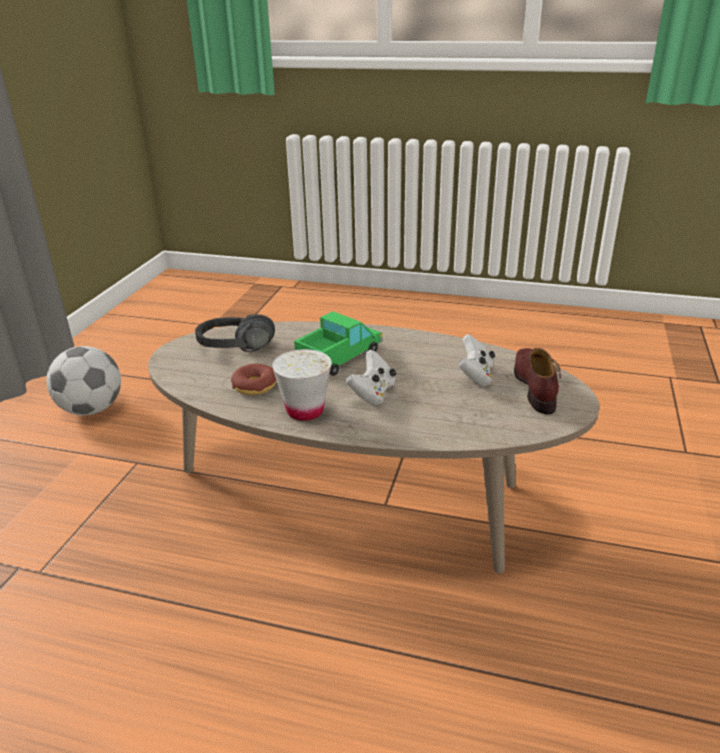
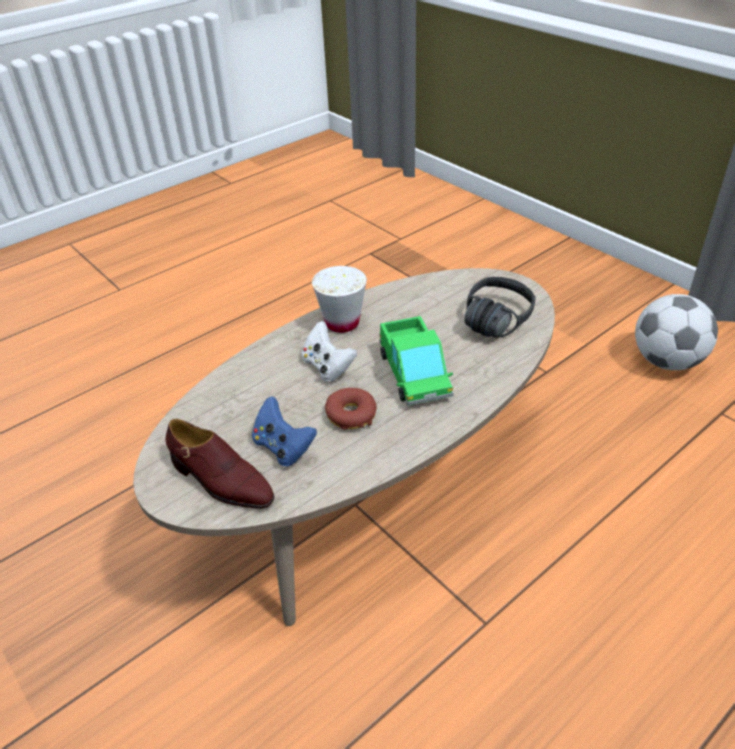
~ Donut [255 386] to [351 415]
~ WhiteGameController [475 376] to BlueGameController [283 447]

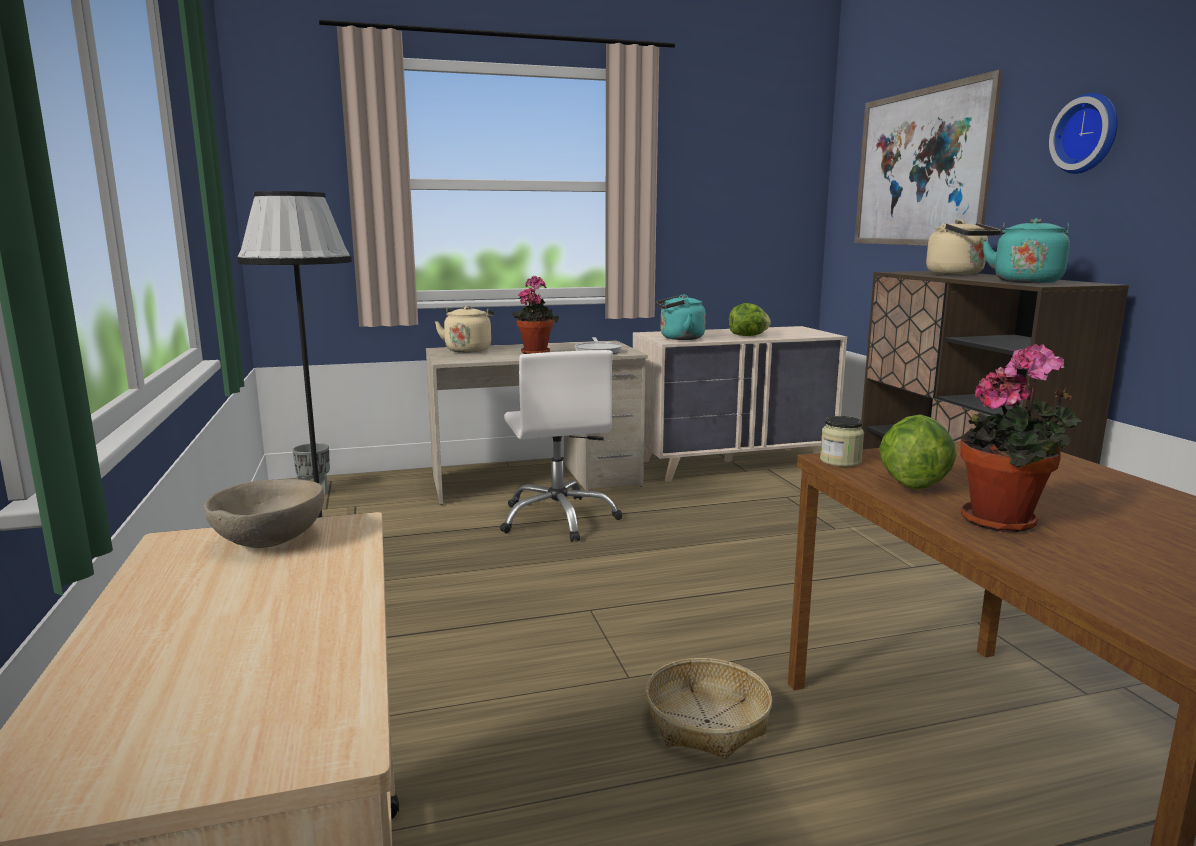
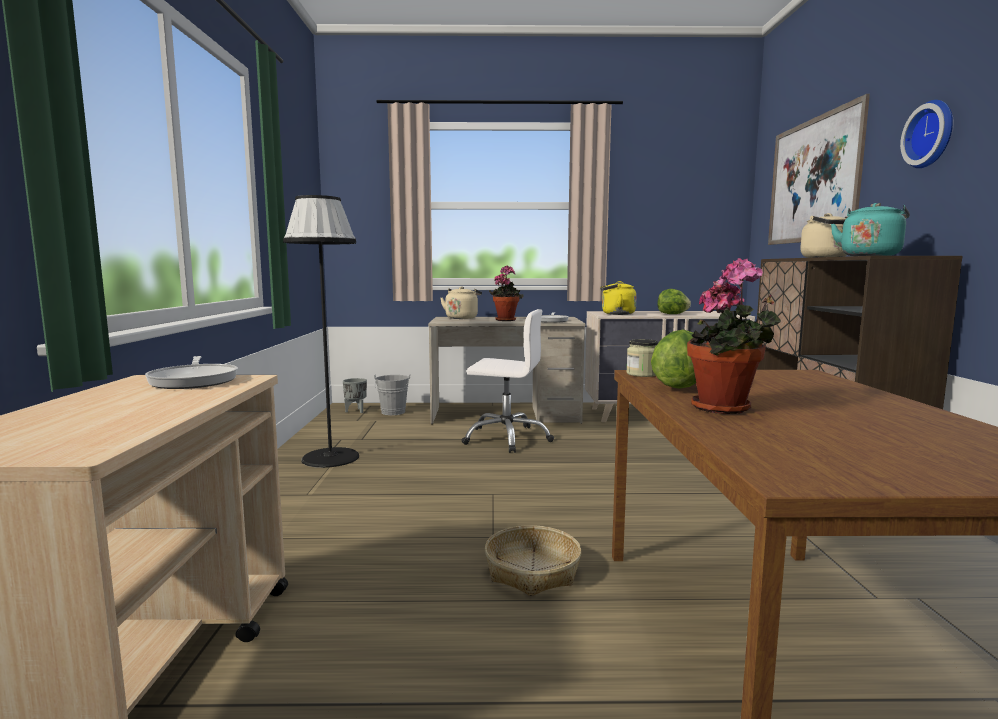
+ GreyBucket [393 413]
~ BeigeBowl [270 540] to FryingPan [194 380]
~ TurquoiseKettle [679 338] to YellowKettle [615 314]
~ WhiteOfficeChair [558 518] = [507 438] 75 degrees counterclockwise

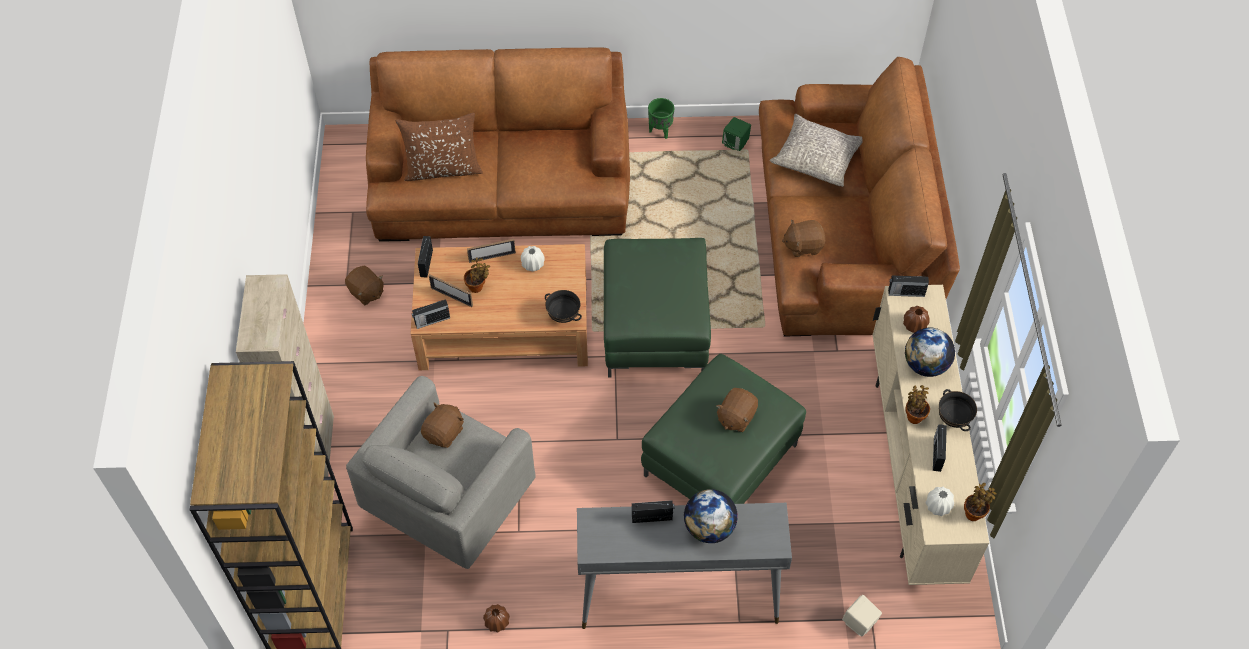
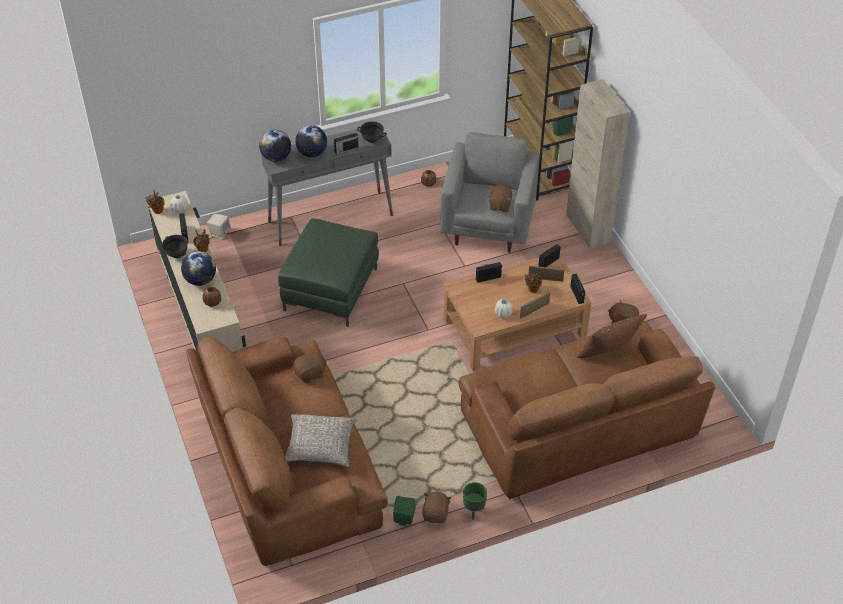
- GreenOttoman [654 327]
+ Globe [276 157]
~ BlackBowl [563 316] to [372 140]
~ BrownPlushToy [736 417] to [436 514]
~ Radio [905 293] to [488 278]

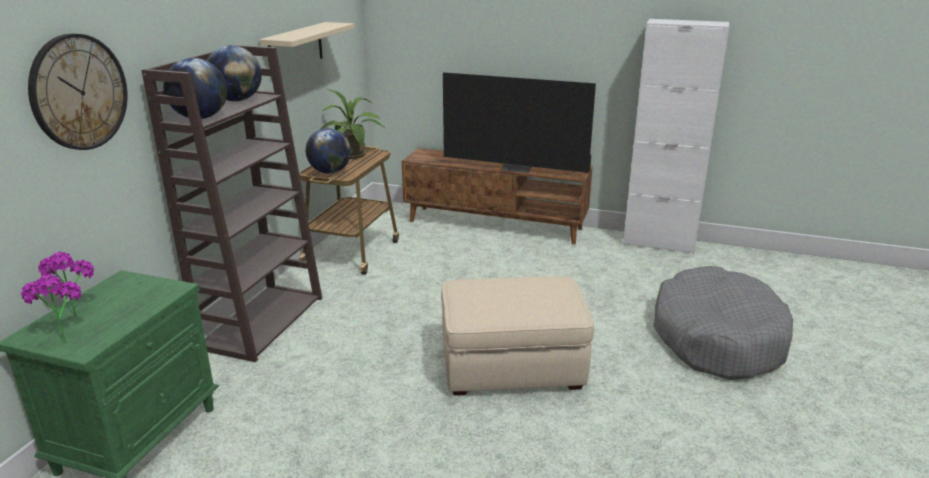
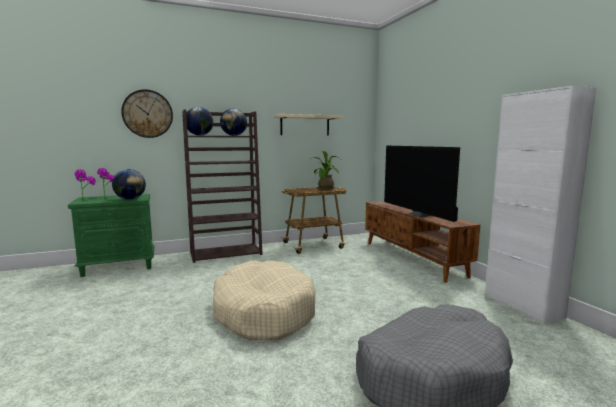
~ Globe [330 172] to [130 199]
~ BeigeOttoman [513 367] to BeigeDogBed [263 312]

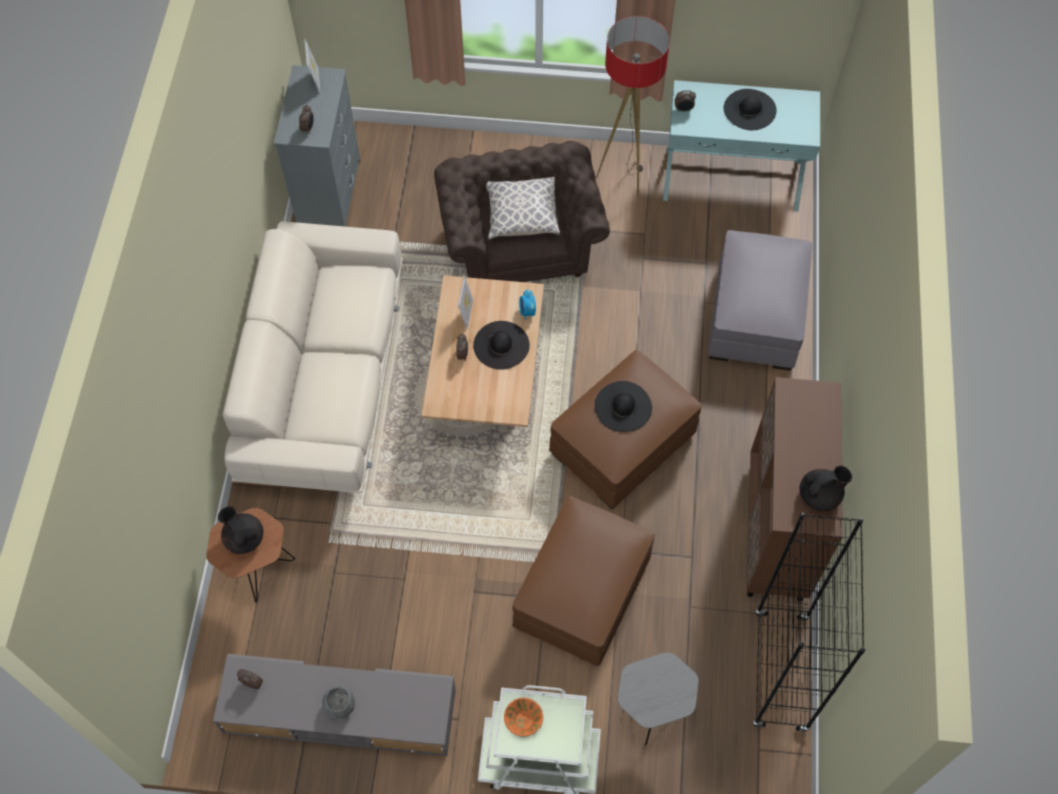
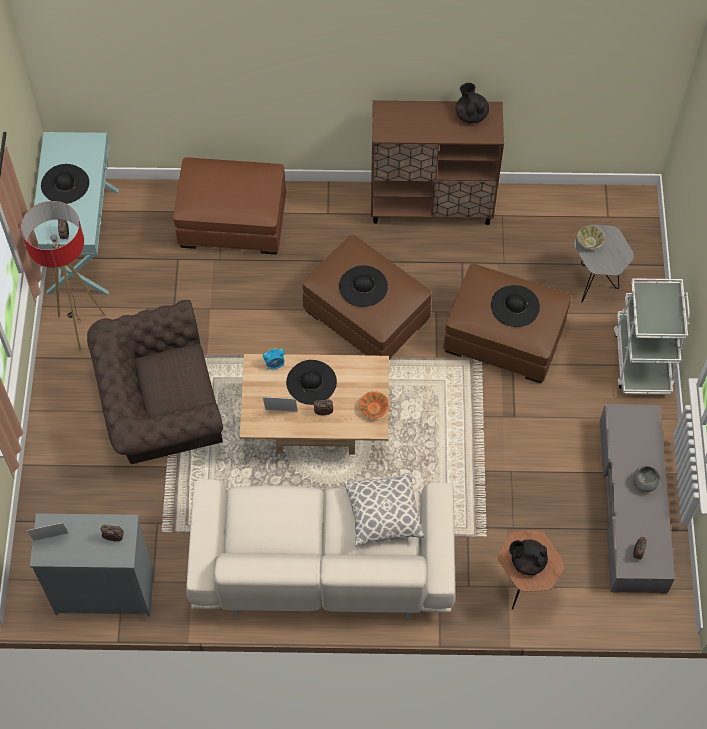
- BlackBookcase [780 671]
+ BlackHat [515 306]
+ BeigeBowl [589 242]
~ Pillow [521 216] to [383 515]
~ OrangeBowl [523 720] to [374 409]
~ GreyOttoman [754 318] to BrownOttoman [233 221]
~ BlackTeapot [244 538] = [527 561] 60 degrees clockwise

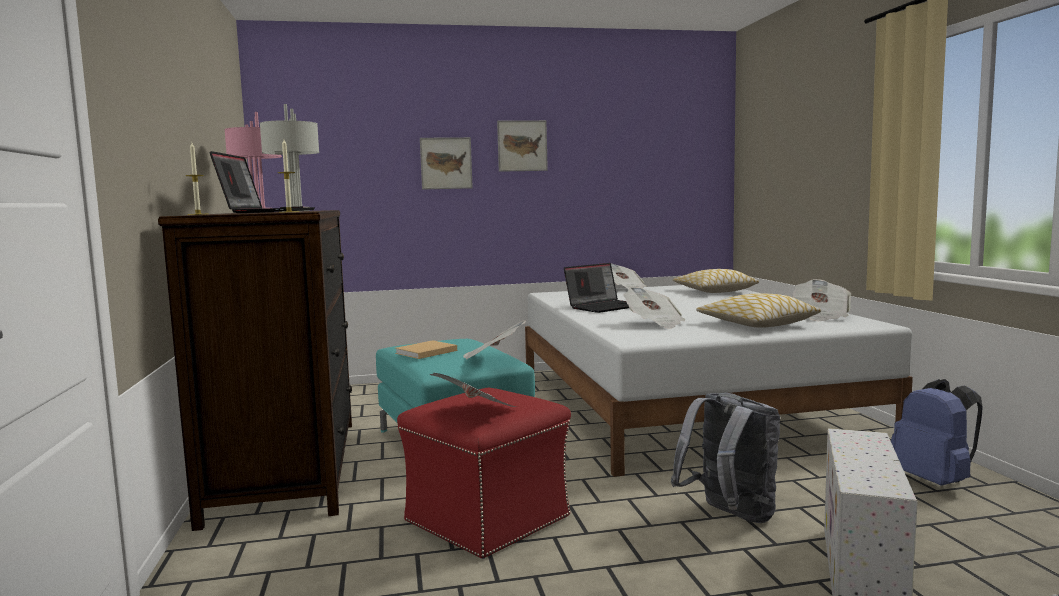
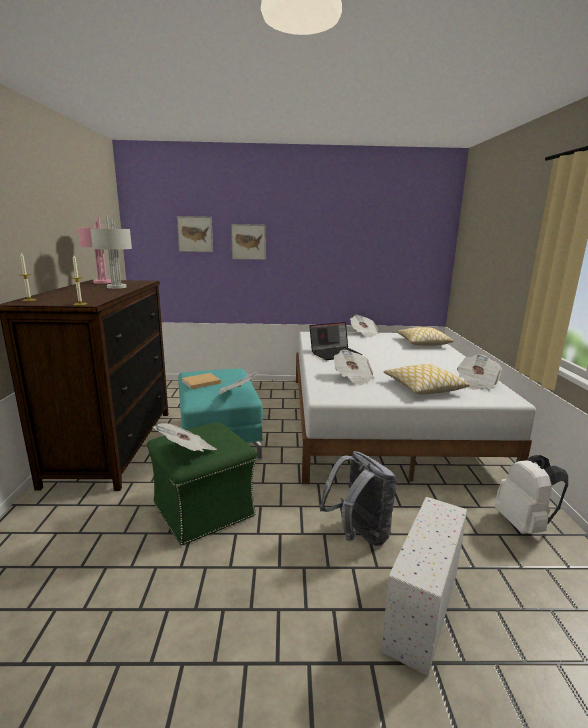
- Laptop [267 212]
~ Picture [522 146] to [195 234]
~ RedOttoman [488 518] to GreenOttoman [204 509]
~ BlueBackpack [935 481] to WhiteBackpack [523 524]

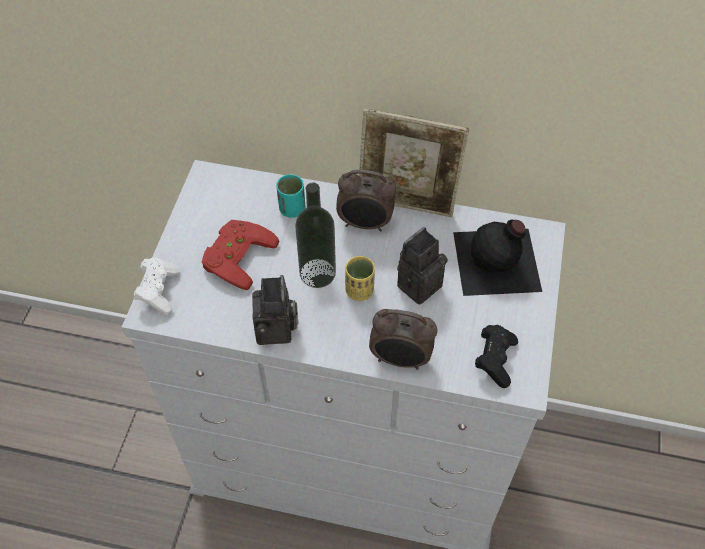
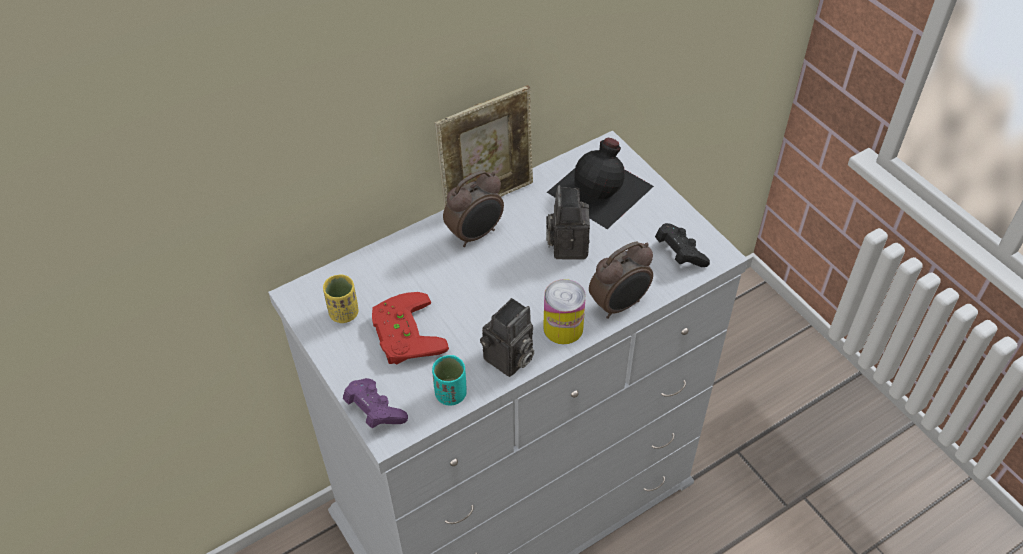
- Bottle [317 273]
+ Can [563 328]
~ TurquoiseCup [292 209] to [451 394]
~ YellowCup [359 291] to [344 313]
~ WhiteGameController [159 291] to PurpleGameController [374 411]
~ PhotoCamera [277 331] = [508 360] 90 degrees clockwise

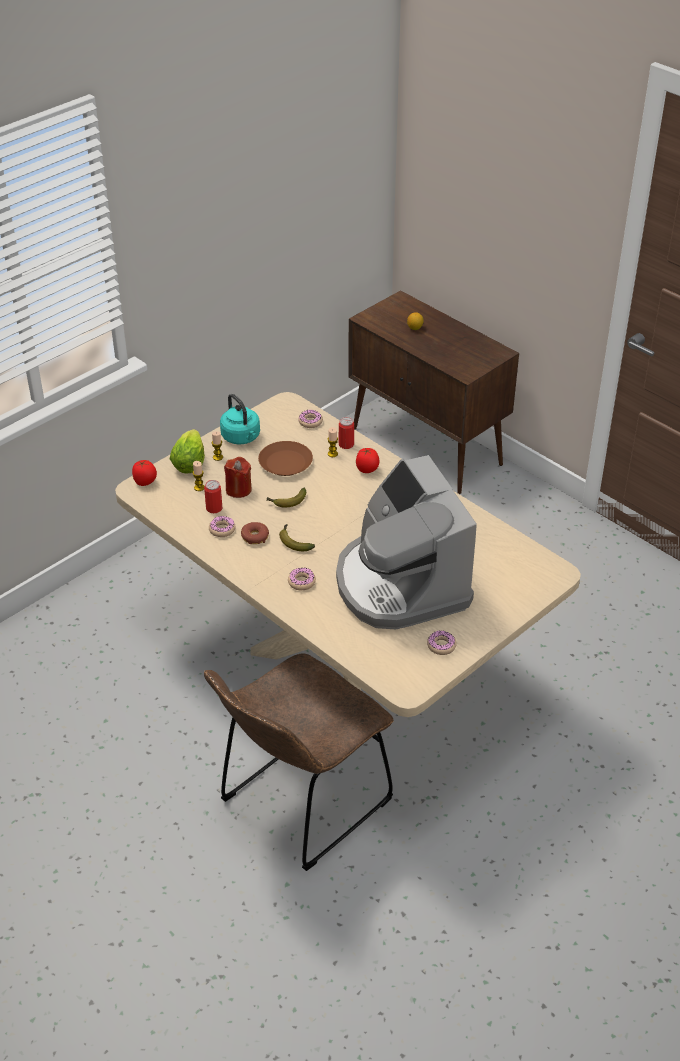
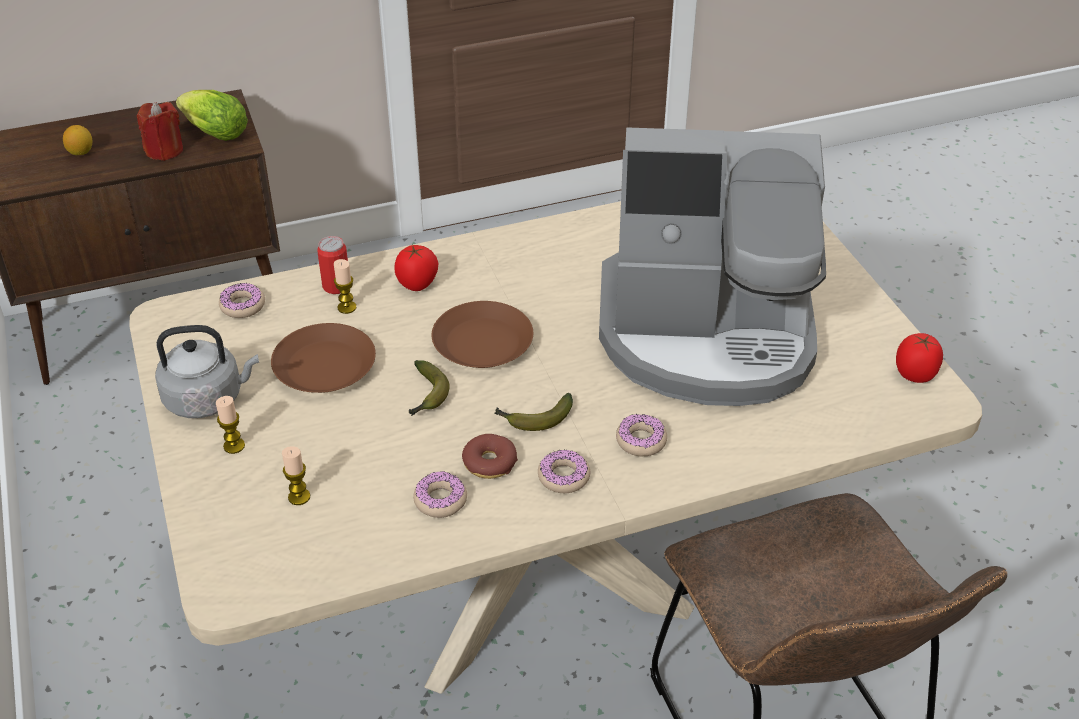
- Can [214 508]
+ BrownPlate [484 343]
~ Tomato [145 482] to [915 374]
~ Lettuce [190 462] to [212 133]
~ RedCandle [238 489] to [164 150]
~ Donut [441 646] to [563 477]
~ TurquoiseKettle [242 438] to GreyKettle [208 399]

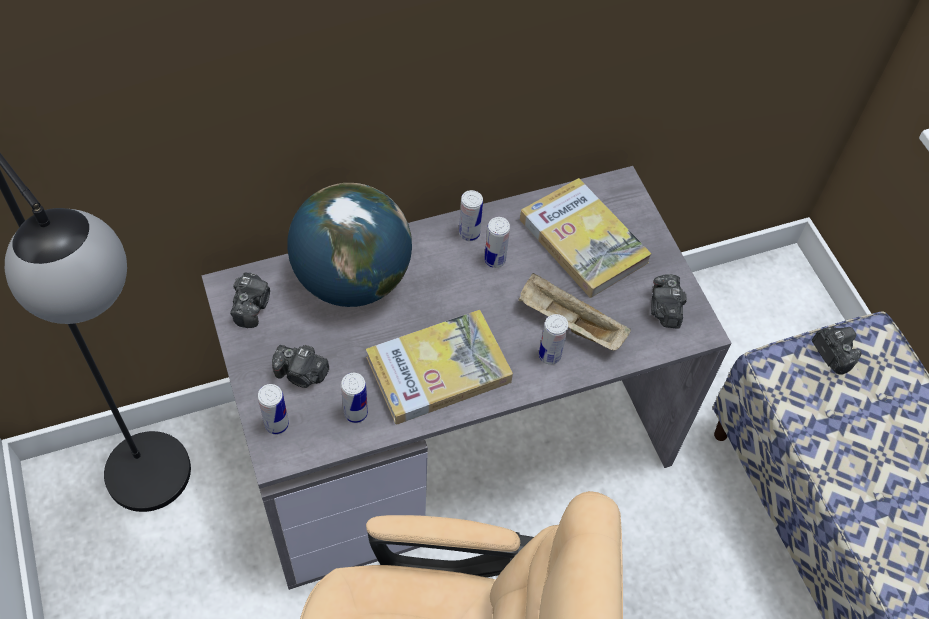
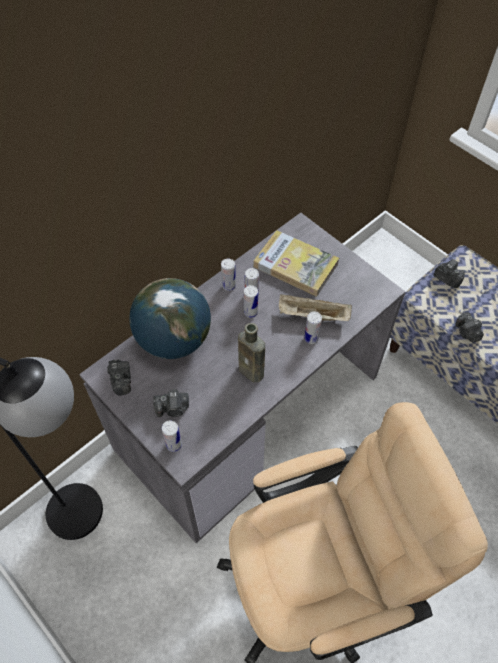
~ Can [356 413] to [250 312]
~ PhotoCamera [664 310] to [467 333]
~ Book [438 370] to BrownBottle [252 372]

